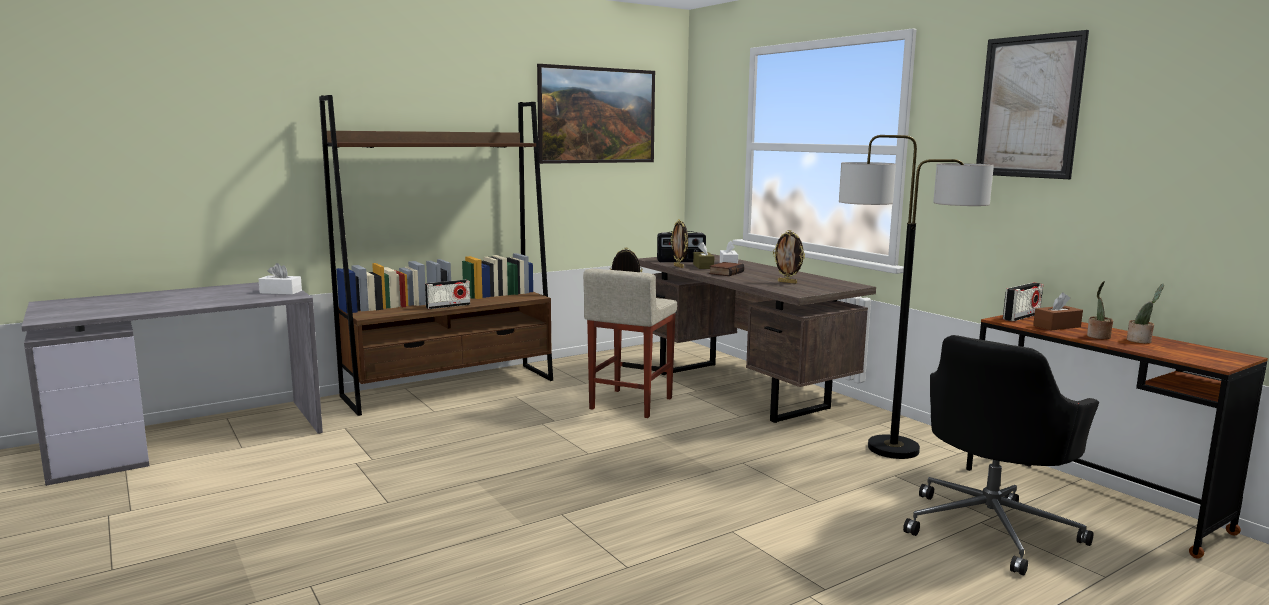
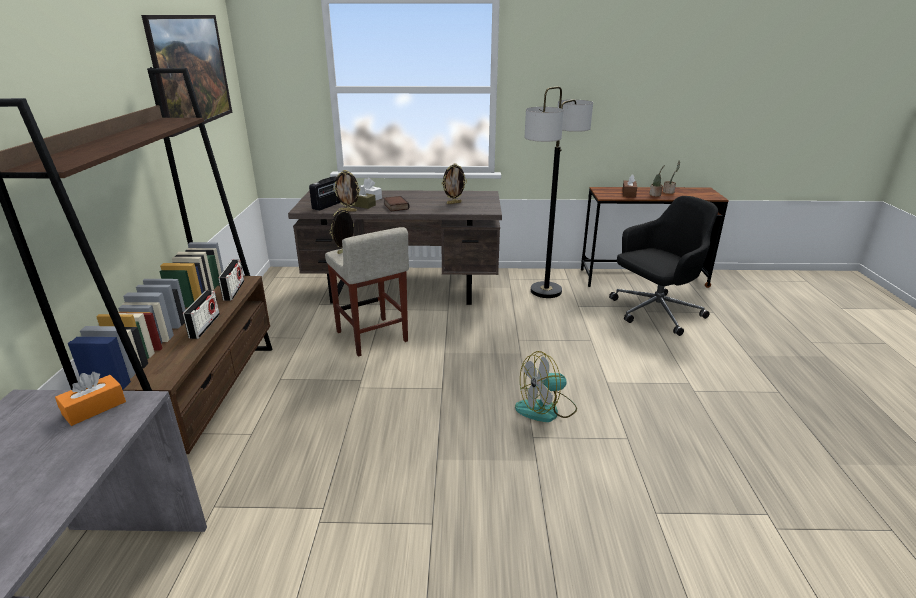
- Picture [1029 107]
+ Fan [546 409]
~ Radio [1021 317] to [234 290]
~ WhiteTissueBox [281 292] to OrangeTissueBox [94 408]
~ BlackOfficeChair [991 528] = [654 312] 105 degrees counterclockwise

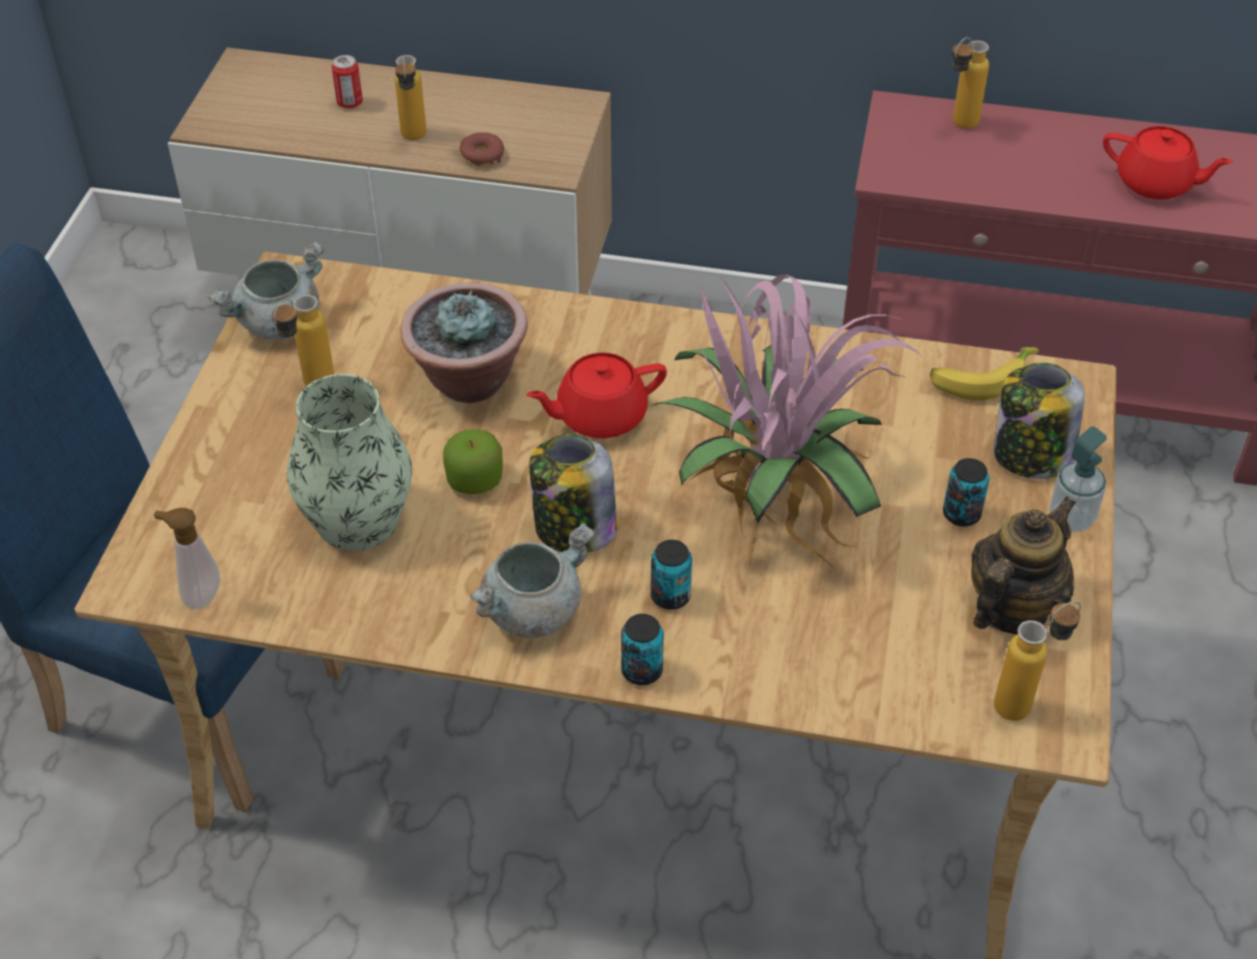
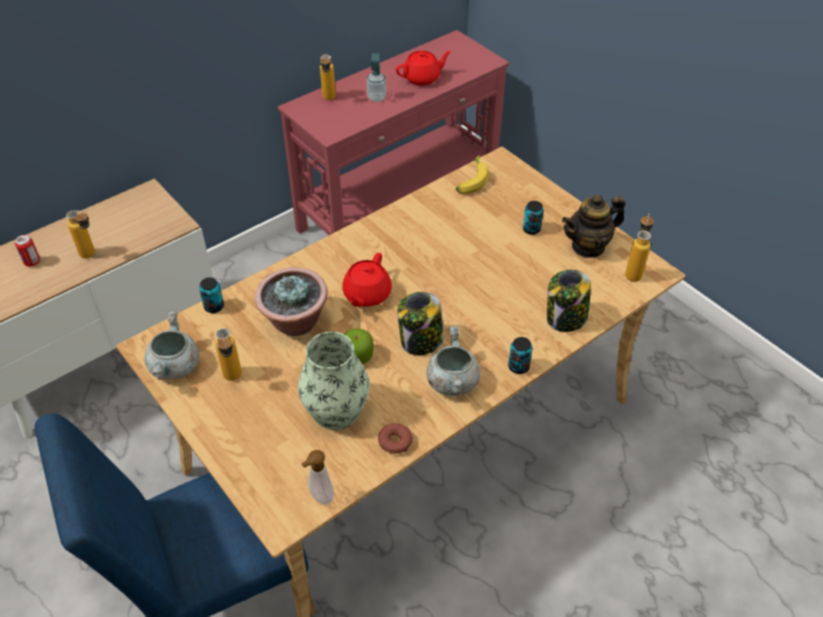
- PottedPlant [770 500]
~ Donut [482 156] to [395 442]
~ Can [670 596] to [214 307]
~ Jar [1030 456] to [565 318]
~ SoapDispenser [1071 518] to [376 98]
~ Teapot [1011 608] = [588 246] 105 degrees counterclockwise

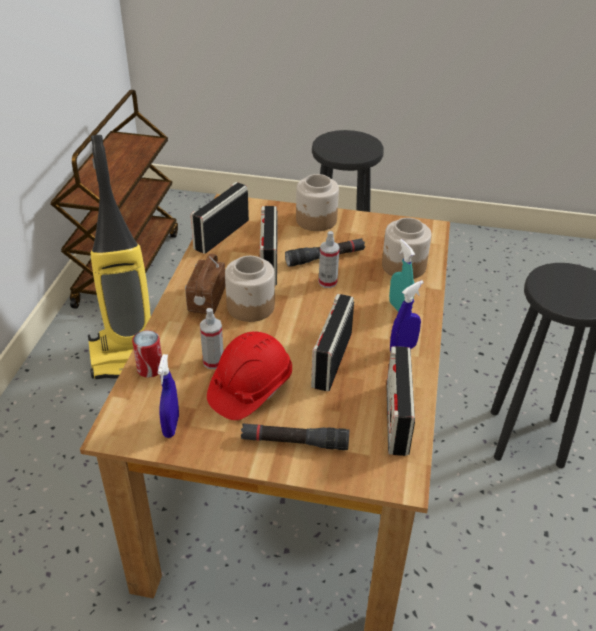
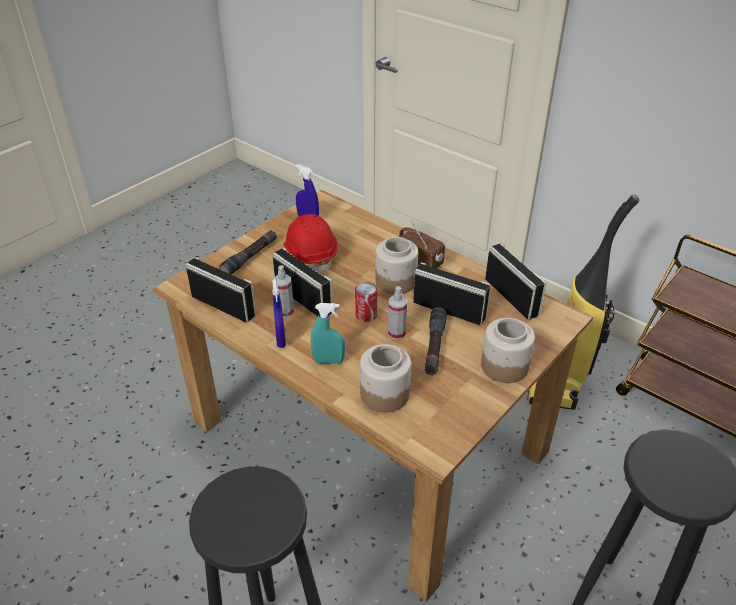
~ Can [150 369] to [366 315]
~ SprayBottle [213 362] to [285 312]

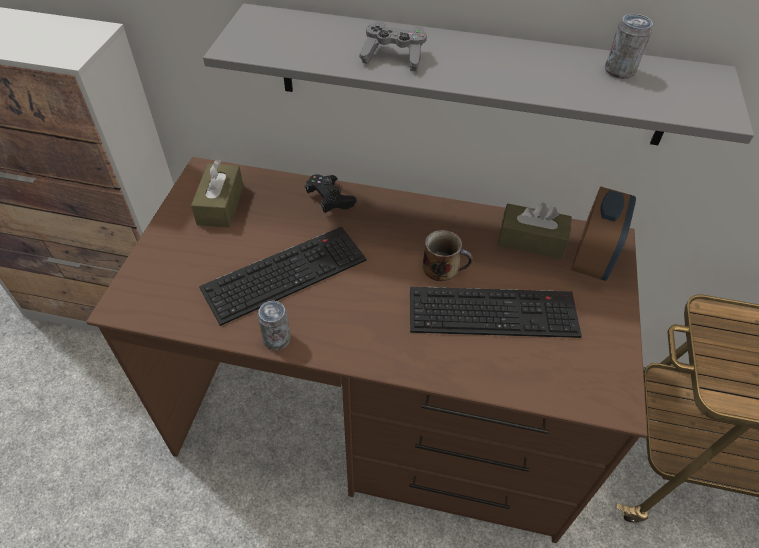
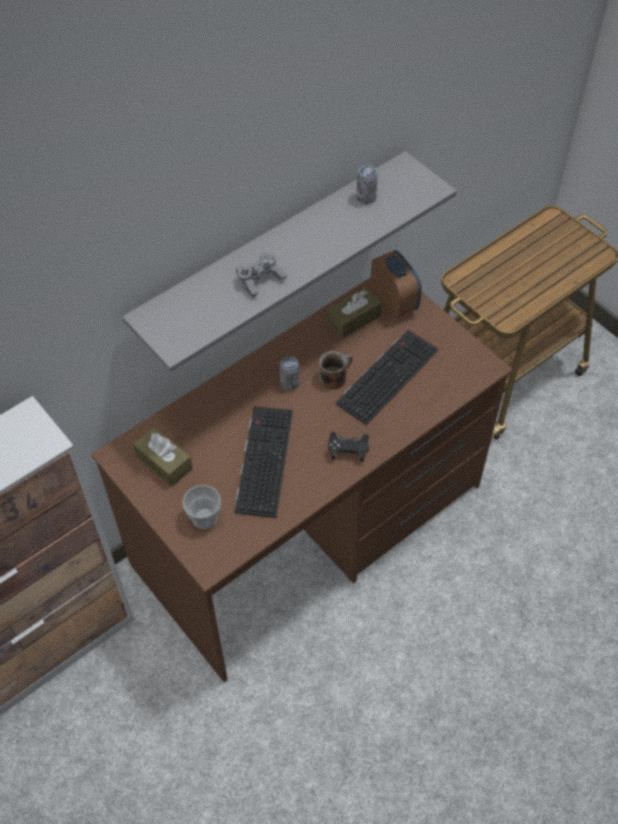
+ Cup [204 518]
~ Can [277 339] to [290 383]
~ BlackGameController [330 199] to [348 450]

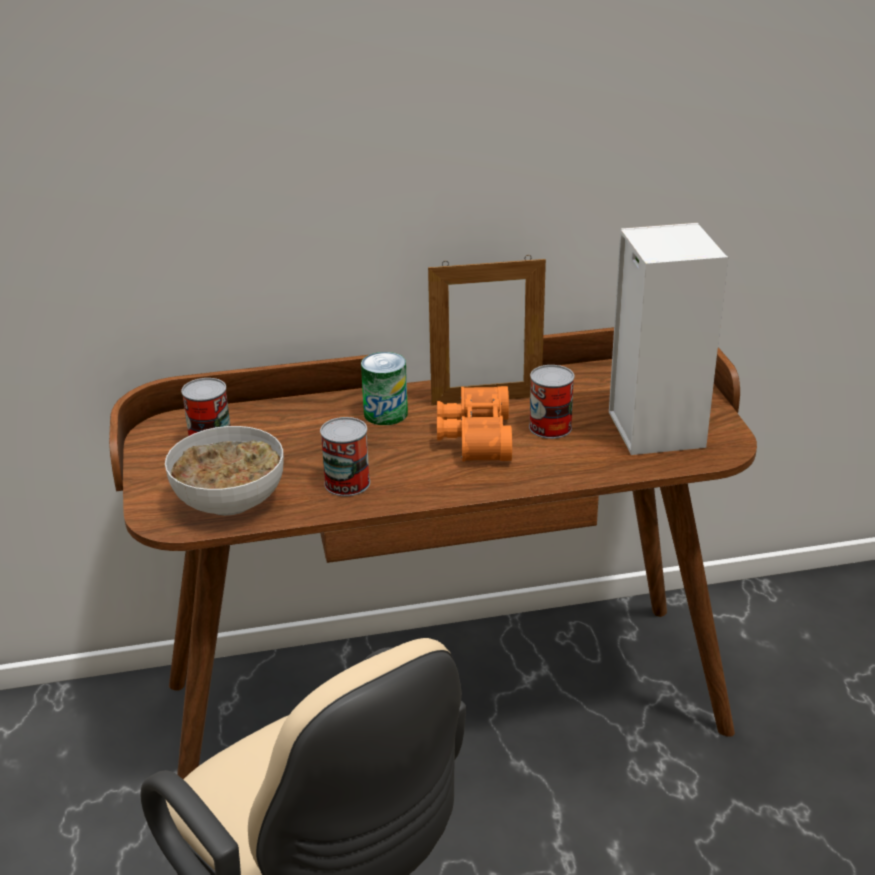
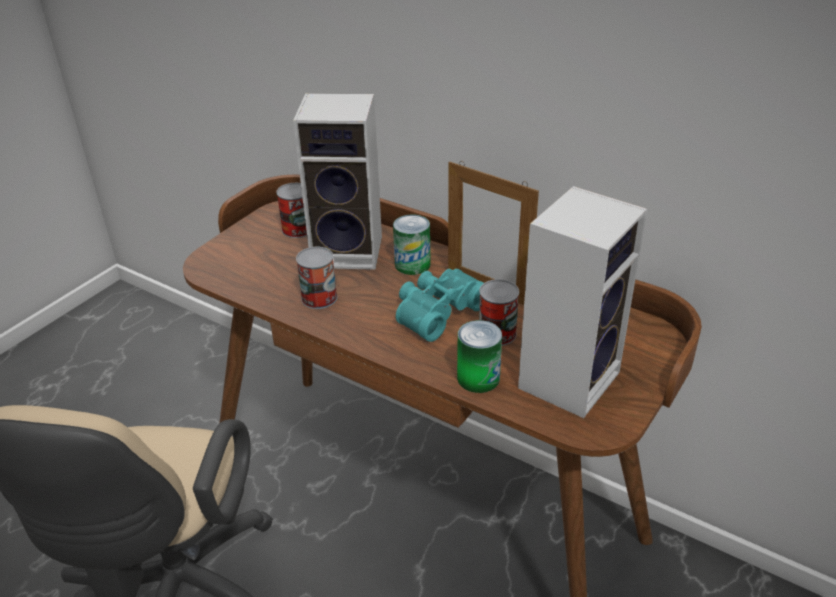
- Bowl [231 501]
+ Speaker [350 251]
+ Can [478 378]
~ OrangeBinoculars [473 437] to TurquoiseBinoculars [437 311]

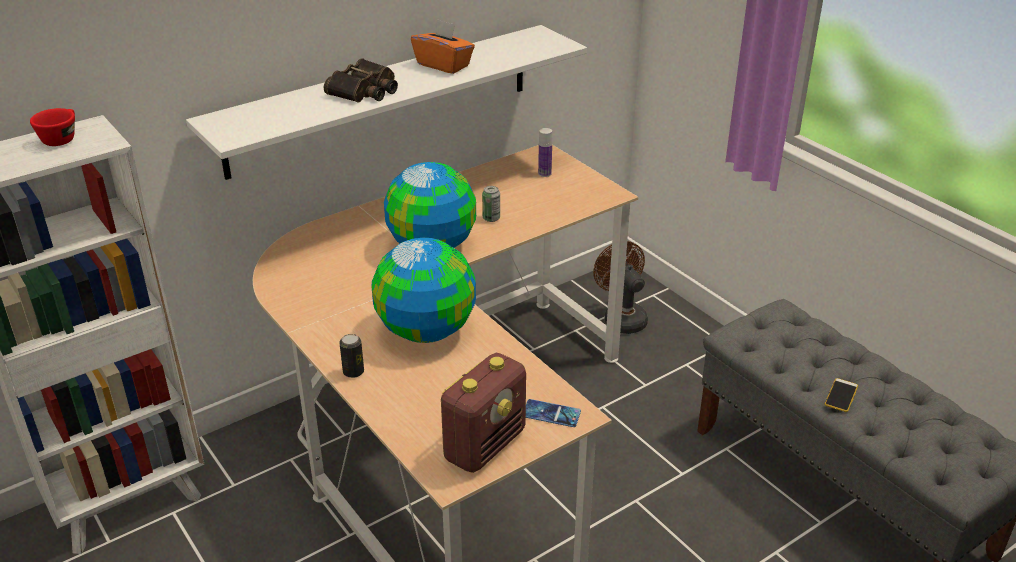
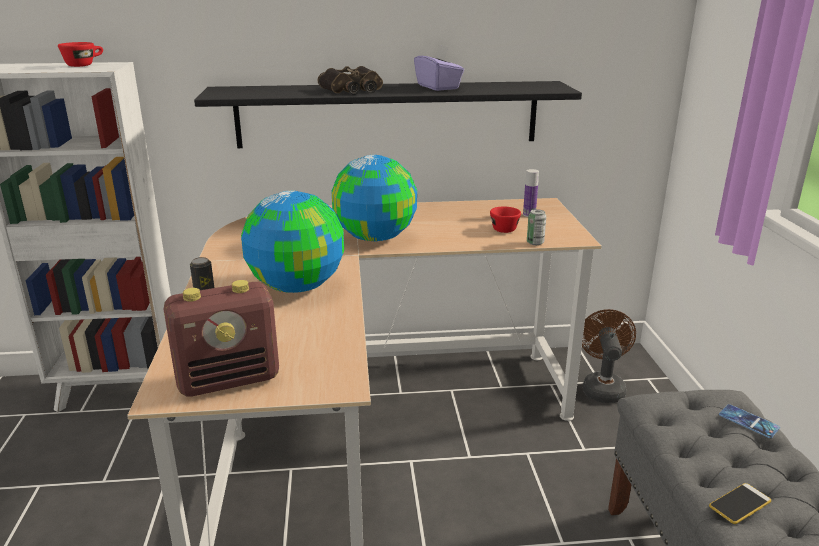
+ RedCup [503 228]
~ Can [491 218] to [535 242]
~ Phone [551 414] to [748 421]
~ WhiteShelf [382 99] to BlackShelf [388 114]
~ OrangeTissueBox [444 65] to PurpleTissueBox [438 87]

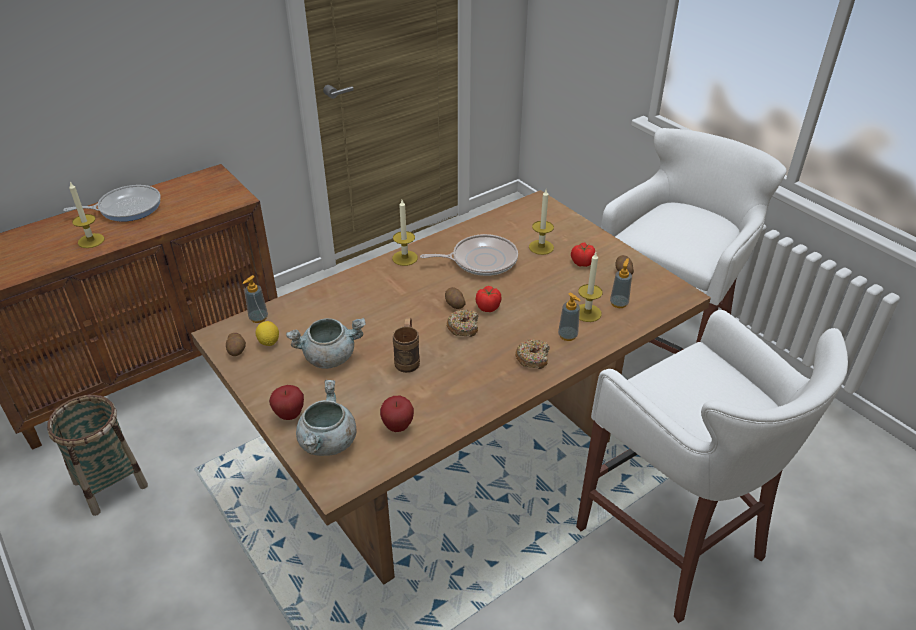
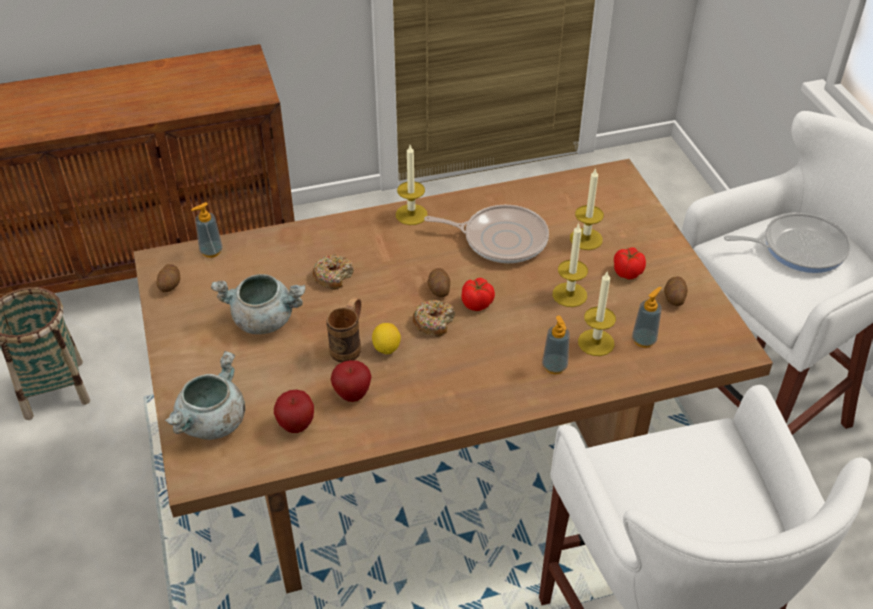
~ FryingPan [126 208] to [798 247]
~ Candle [91 241] to [569 295]
~ Lemon [269 342] to [386 348]
~ Apple [289 415] to [352 395]
~ Donut [532 358] to [333 276]

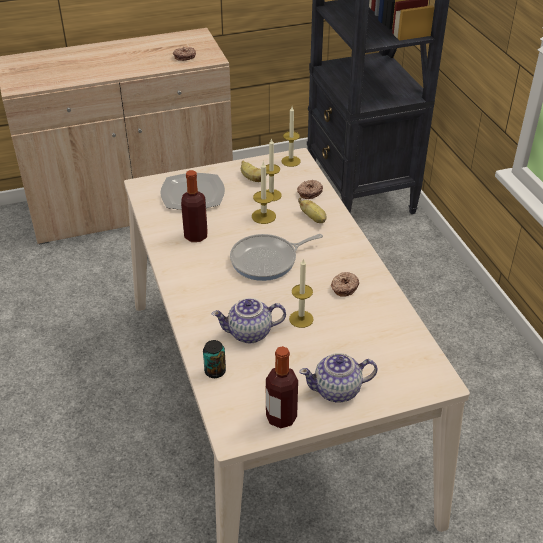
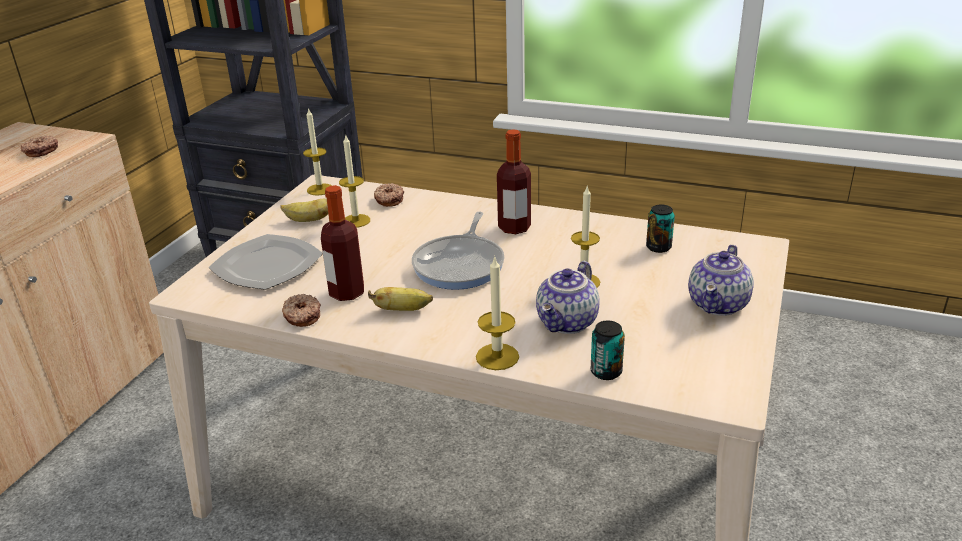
+ Can [658 247]
~ Candle [263 216] to [497 357]
~ Bottle [281 417] to [514 228]
~ Banana [313 218] to [403 310]
~ Donut [344 287] to [301 316]

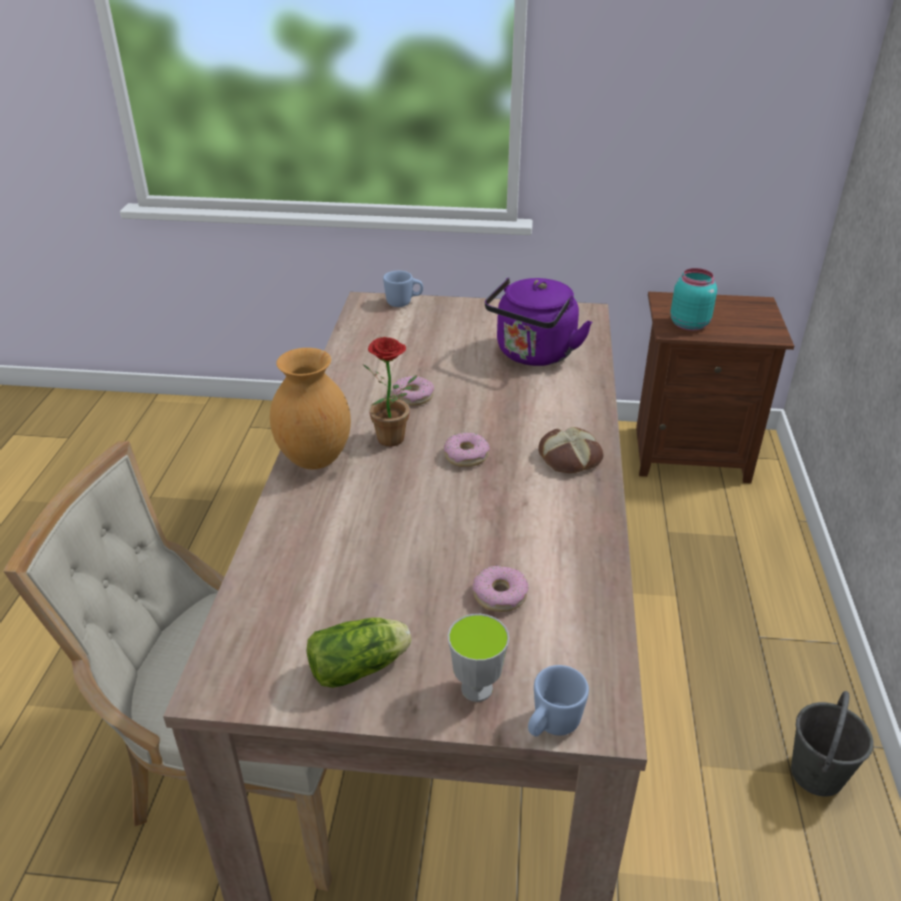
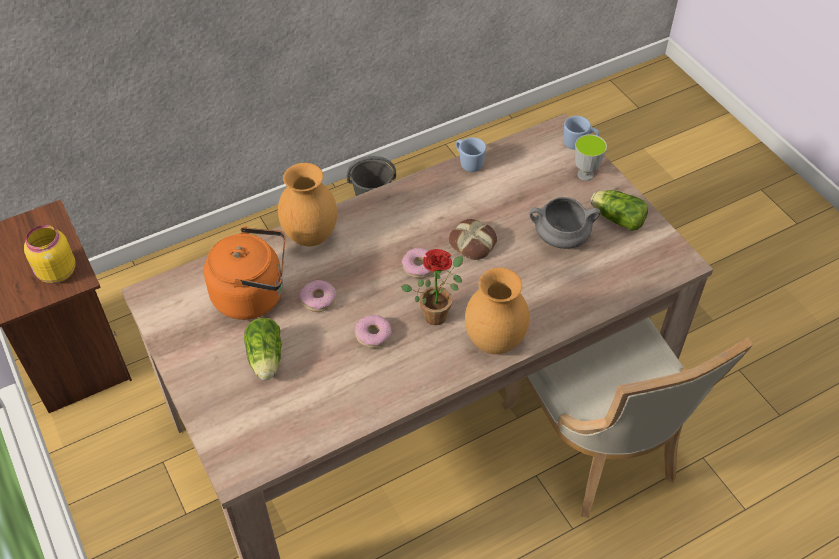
+ Lettuce [265 360]
+ BrownVase [311 236]
+ GreyCookingPot [560 238]
~ BlueMug [403 303] to [468 163]
~ Donut [500 595] to [318 299]
~ Bread [570 458] to [473 243]
~ PurpleKettle [533 355] to OrangeKettle [253 295]
~ TurquoiseJar [688 324] to YellowJar [56 273]

